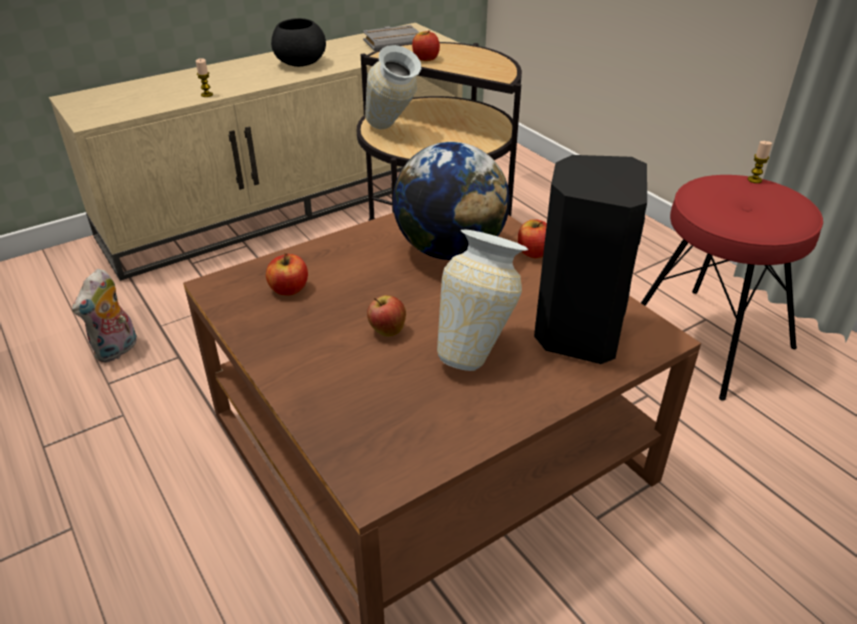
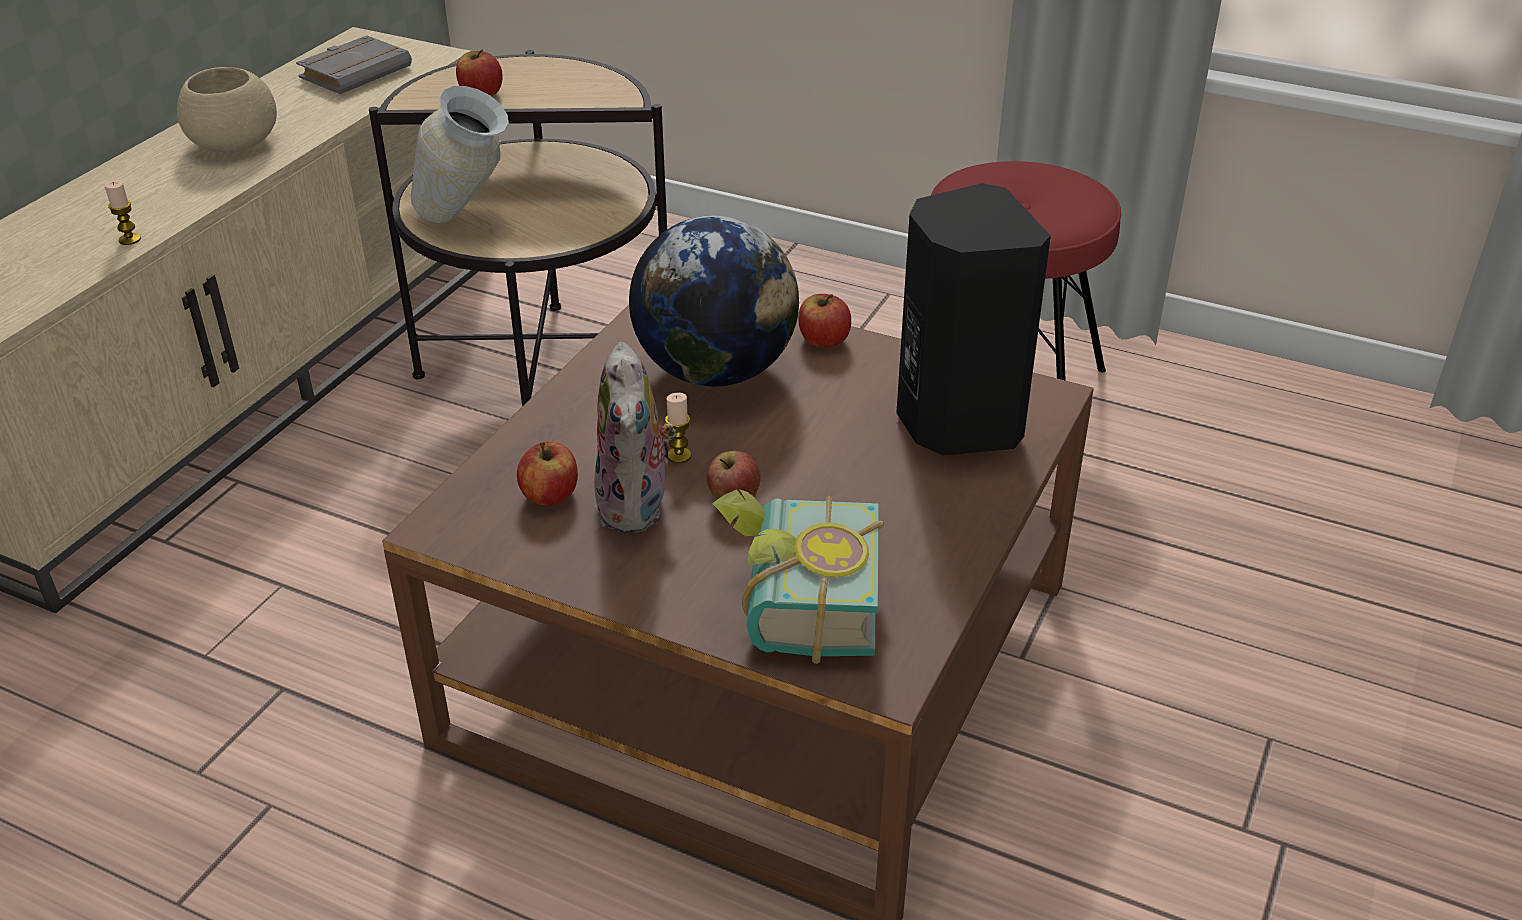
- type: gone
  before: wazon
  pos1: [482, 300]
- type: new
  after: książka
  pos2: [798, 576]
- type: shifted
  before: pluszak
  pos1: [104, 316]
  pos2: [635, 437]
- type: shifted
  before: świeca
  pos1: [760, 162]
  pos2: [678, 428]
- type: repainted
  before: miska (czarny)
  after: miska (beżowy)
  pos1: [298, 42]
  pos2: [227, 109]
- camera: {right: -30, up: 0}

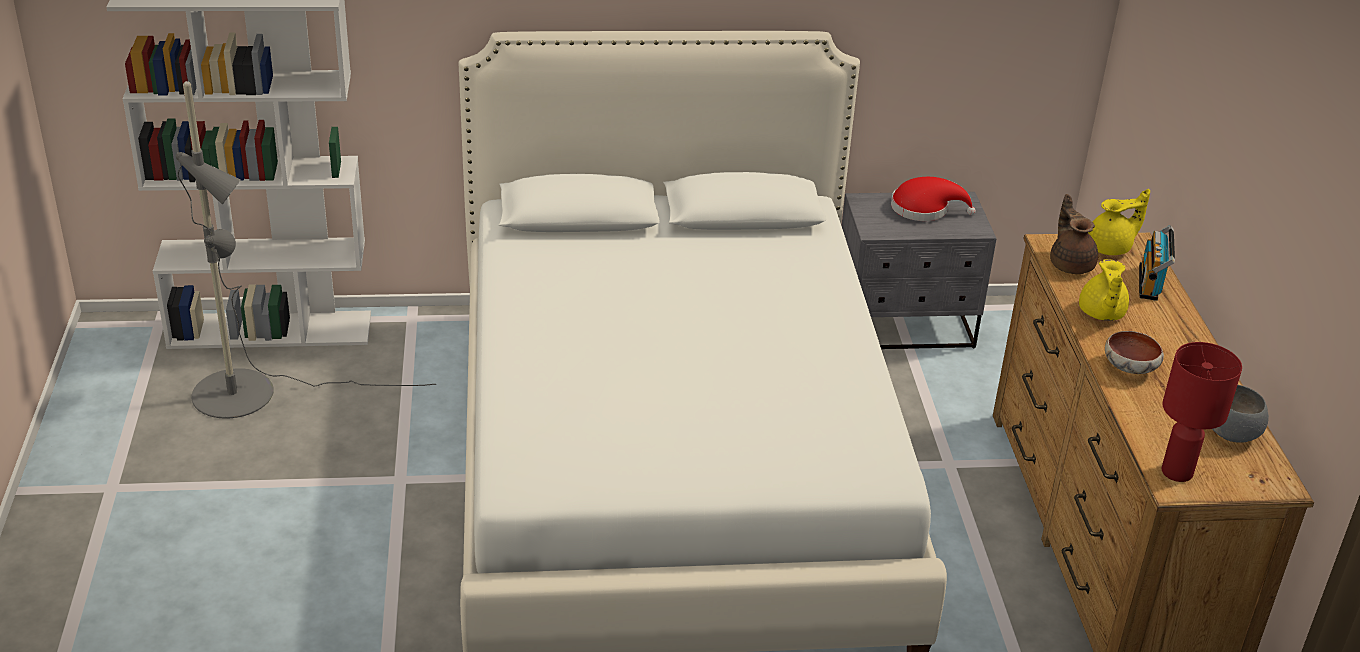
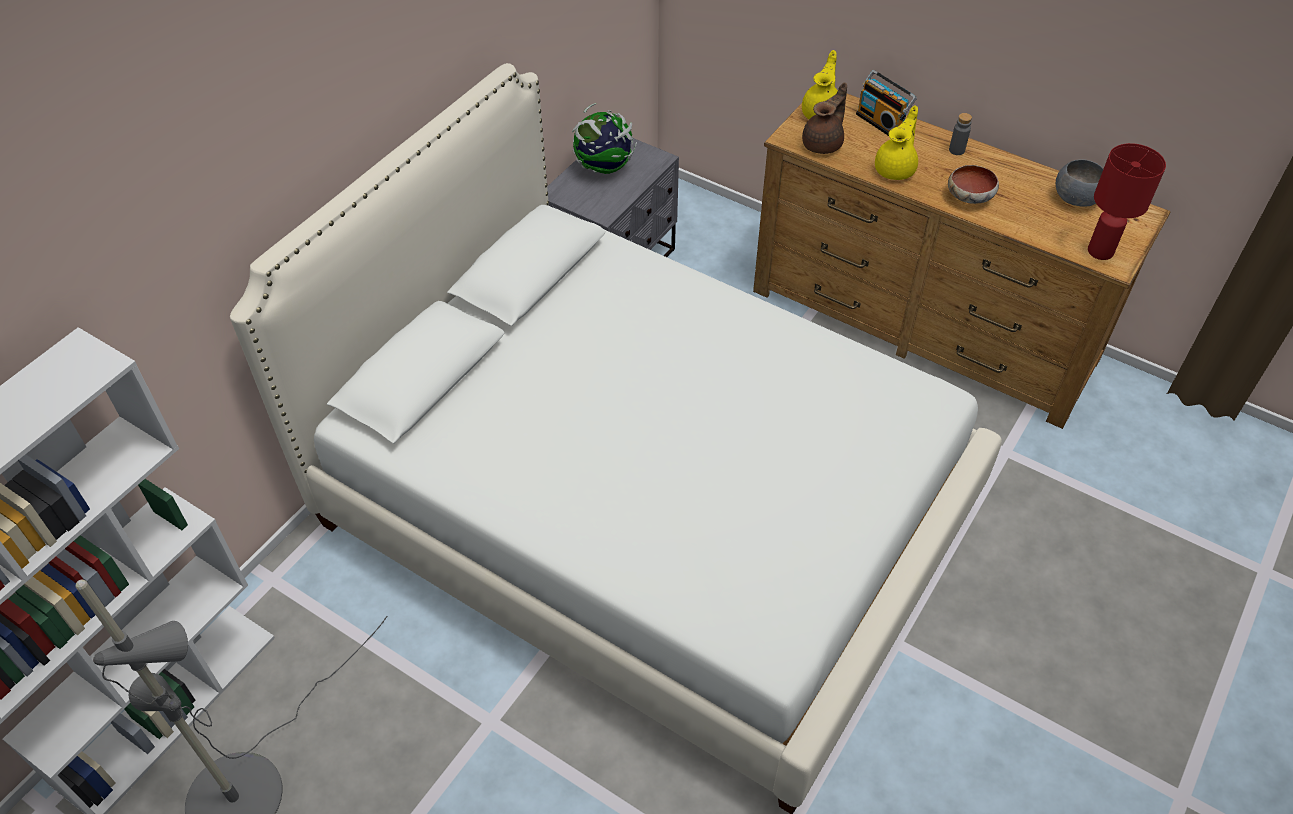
- type: new
  after: butelka (szary)
  pos2: [960, 134]
- type: swapped
  before: kapelusz (czerwony)
  after: globus
  pos1: [933, 199]
  pos2: [604, 138]
- type: rotated
  before: imbryk (brązowy)
  pos1: [1074, 234]
  pos2: [824, 118]
  turn: 105
- type: rotated
  before: imbryk (żółty)
  pos1: [1104, 290]
  pos2: [896, 142]
  turn: -105
- camera: {right: -50, up: 15}

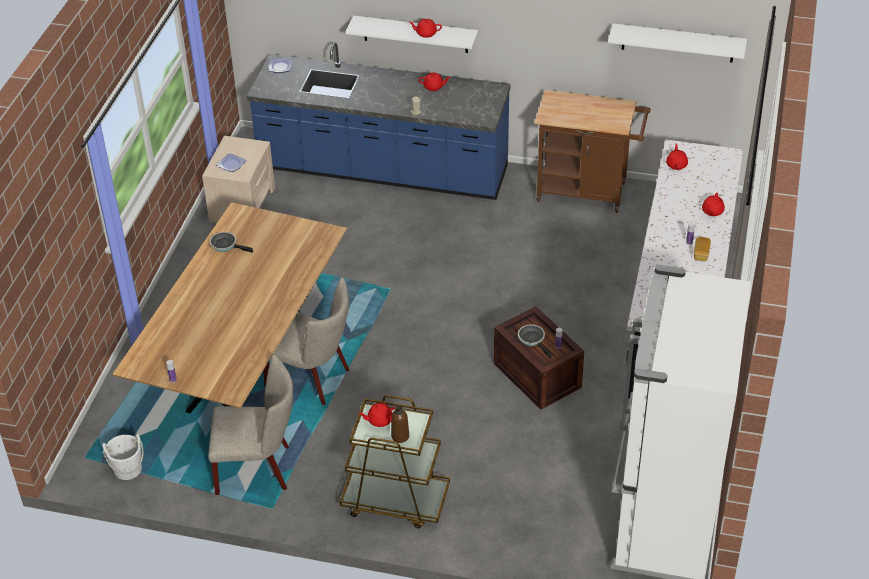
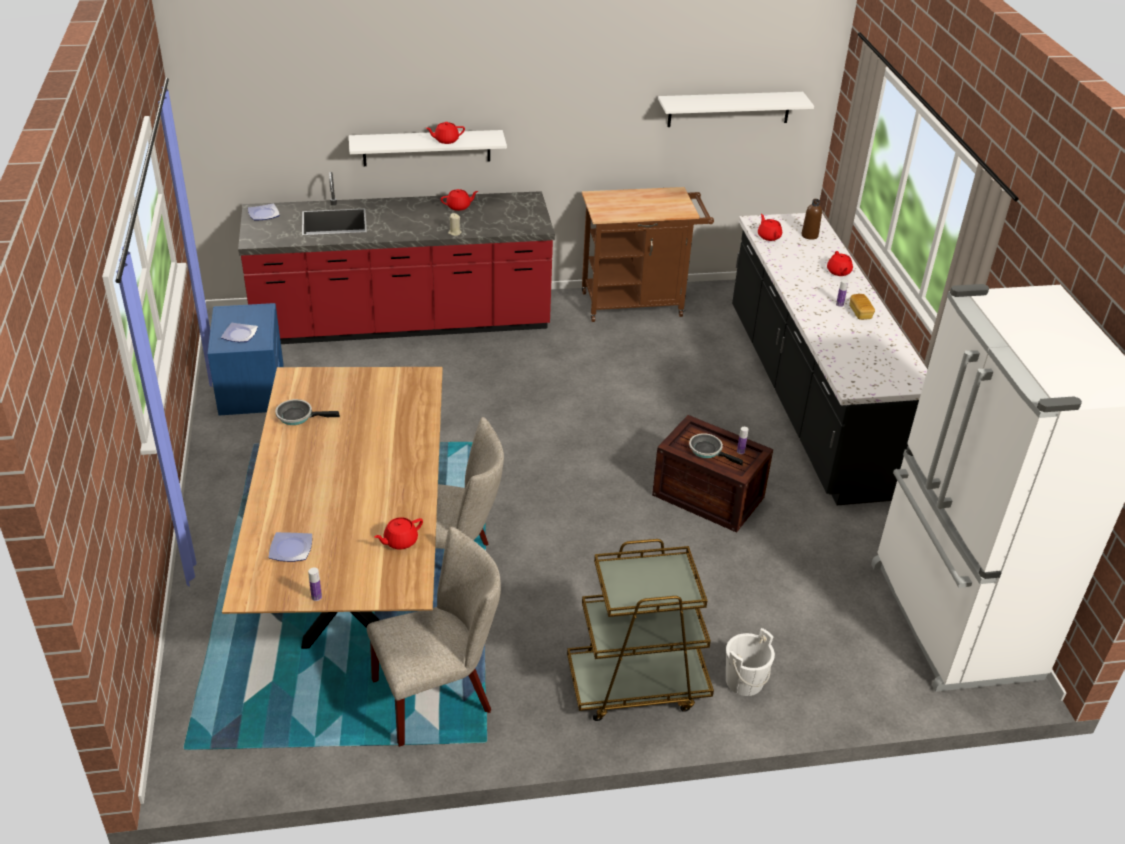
- type: new
  after: talerz
  pos2: [290, 547]
- type: shifted
  before: wiadro (biały)
  pos1: [123, 457]
  pos2: [750, 662]
- type: shifted
  before: imbryk (czerwony)
  pos1: [376, 415]
  pos2: [398, 533]
- type: shifted
  before: butelka (brązowy)
  pos1: [400, 424]
  pos2: [812, 219]
- type: repainted
  before: szafka nocna (beżowy)
  after: szafka nocna (niebieski)
  pos1: [238, 179]
  pos2: [245, 359]
- type: repainted
  before: zabudowa kuchenna (niebieski)
  after: zabudowa kuchenna (czerwony)
  pos1: [379, 121]
  pos2: [396, 258]
- camera: {right: -25, up: -5}

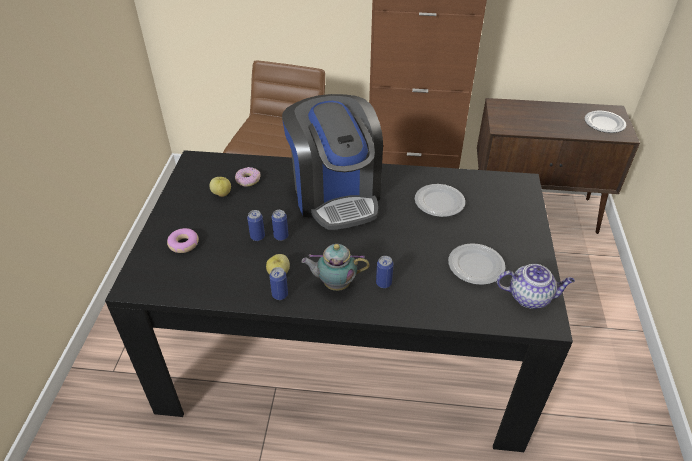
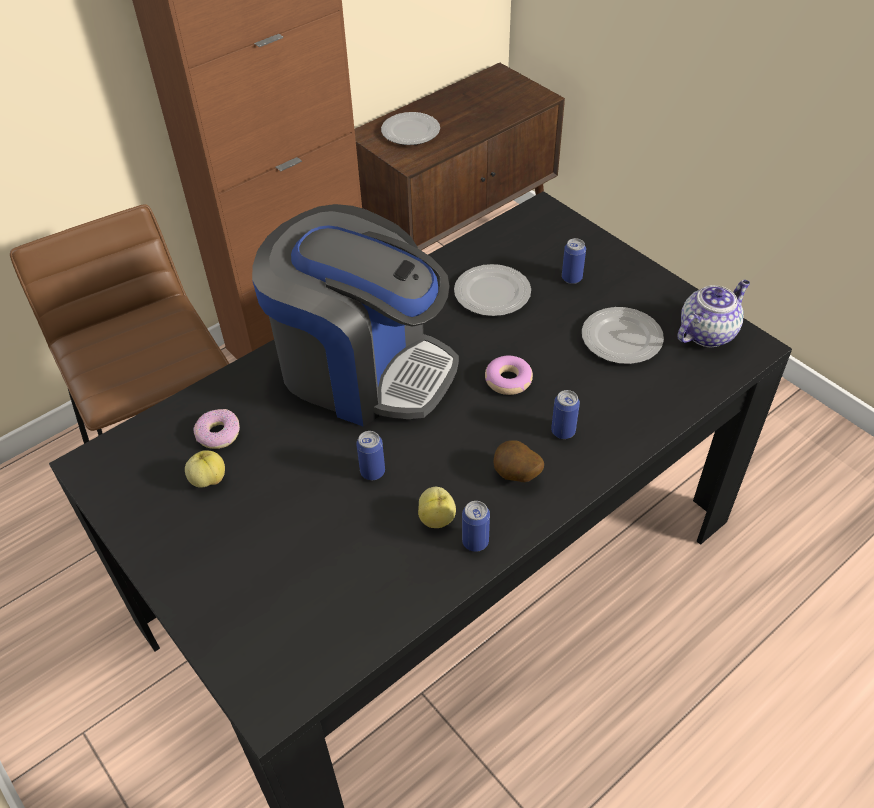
- type: shifted
  before: donut
  pos1: [183, 240]
  pos2: [509, 375]
- type: shifted
  before: puszka
  pos1: [256, 225]
  pos2: [574, 261]
- type: shifted
  before: talerz
  pos1: [605, 122]
  pos2: [410, 128]
- type: swapped
  before: imbryk
  after: ziemniak
  pos1: [335, 267]
  pos2: [518, 461]
- camera: {right: -45, up: 5}

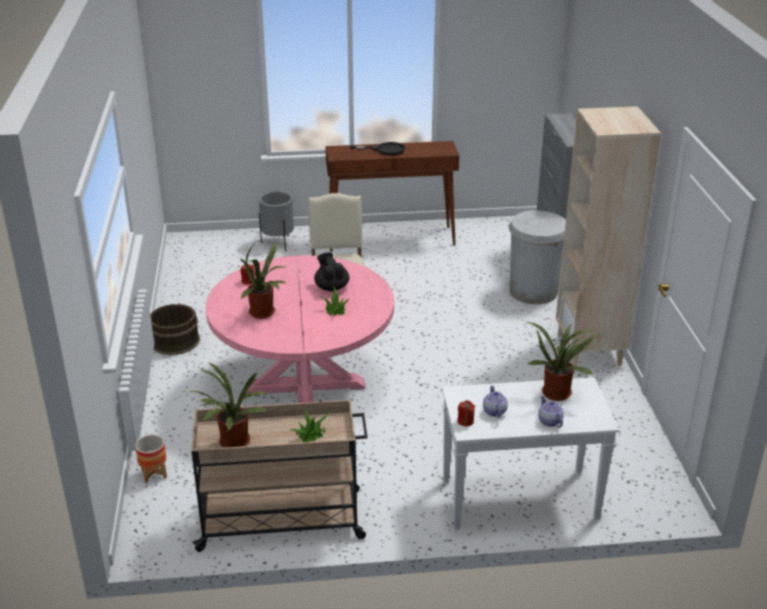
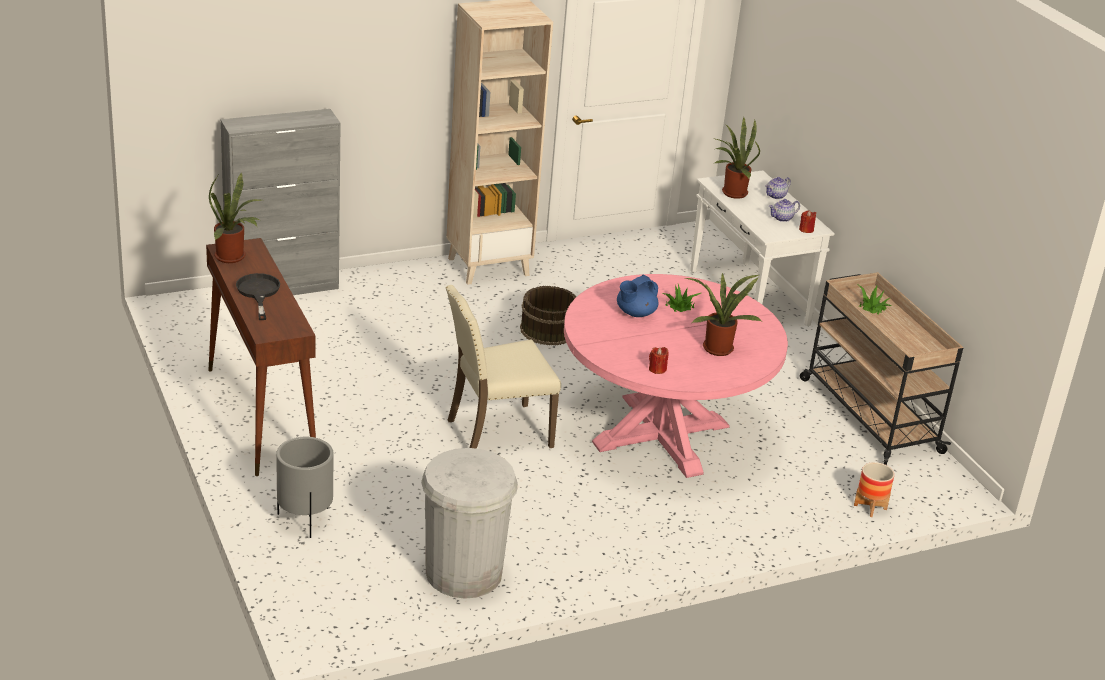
- type: shifted
  before: wiadro (brązowy)
  pos1: [175, 329]
  pos2: [548, 316]
- type: shifted
  before: roślina doniczkowa
  pos1: [228, 405]
  pos2: [235, 218]
- type: shifted
  before: kosz na śmieci (biały)
  pos1: [537, 257]
  pos2: [469, 523]
- type: repainted
  before: imbryk (czarny)
  after: imbryk (niebieski)
  pos1: [331, 271]
  pos2: [637, 296]
- camera: {right: -110, up: 0}

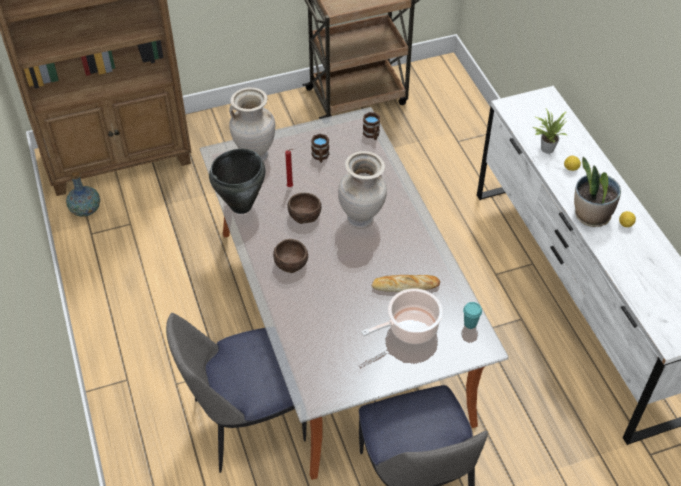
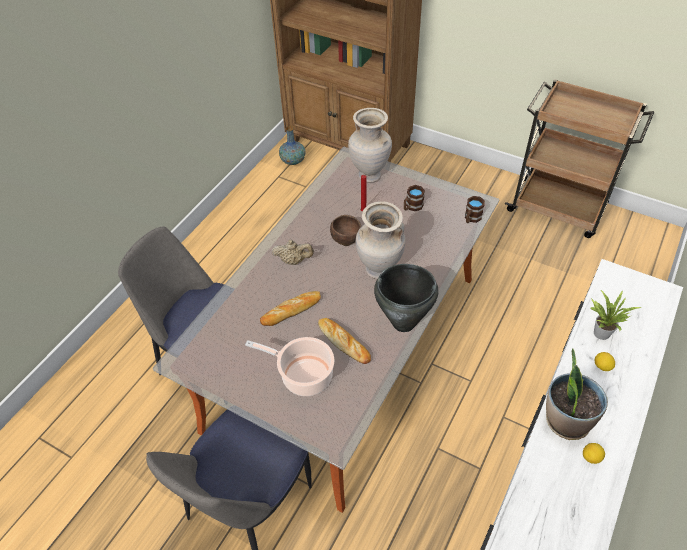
- type: gone
  before: filiżanka (turkusowy)
  pos1: [472, 315]
- type: new
  after: chleb
  pos2: [290, 308]
- type: shifted
  before: garnek (czarny)
  pos1: [237, 181]
  pos2: [406, 298]
- type: swapped
  before: miska (brązowy)
  after: imbryk (beżowy)
  pos1: [290, 256]
  pos2: [293, 252]
- camera: {right: 50, up: 0}

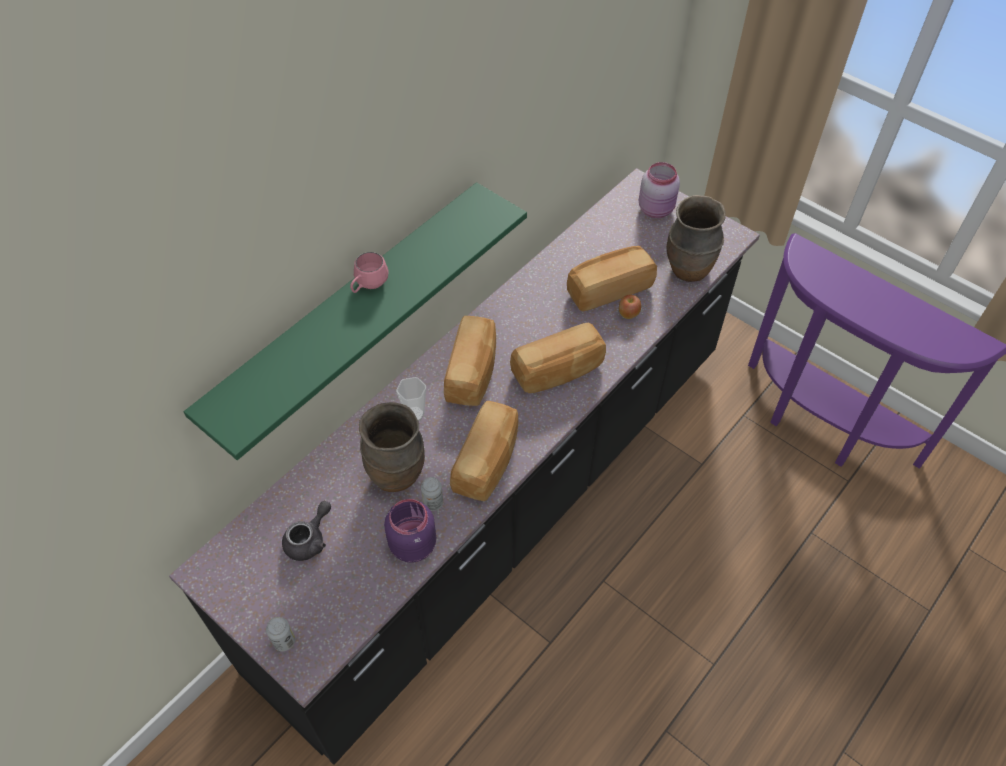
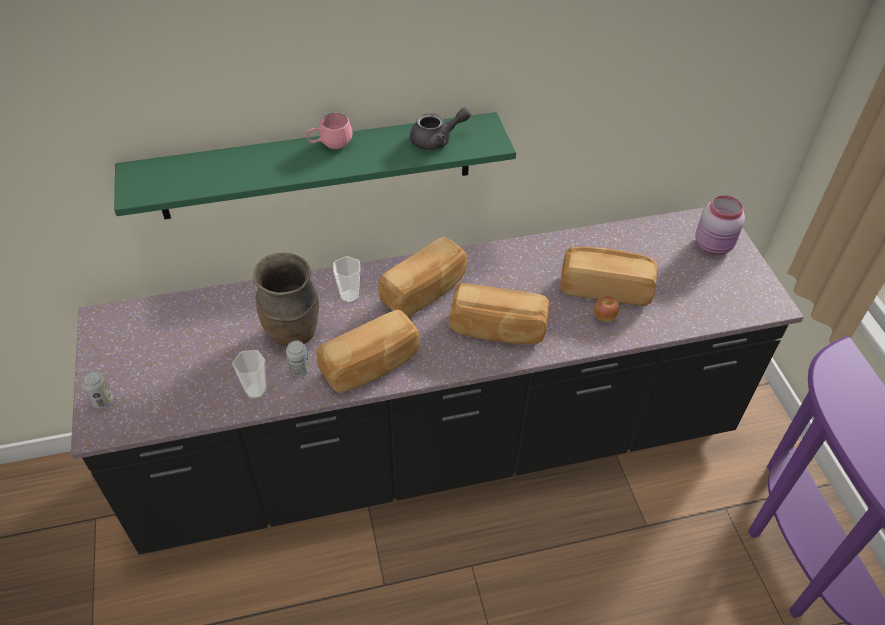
- type: gone
  before: wazon (brązowy)
  pos1: [696, 238]
- type: shifted
  before: imbryk (szary)
  pos1: [306, 531]
  pos2: [440, 128]
- type: swapped
  before: słoik (fioletowy)
  after: filiżanka
  pos1: [410, 531]
  pos2: [249, 374]
- camera: {right: 35, up: -5}

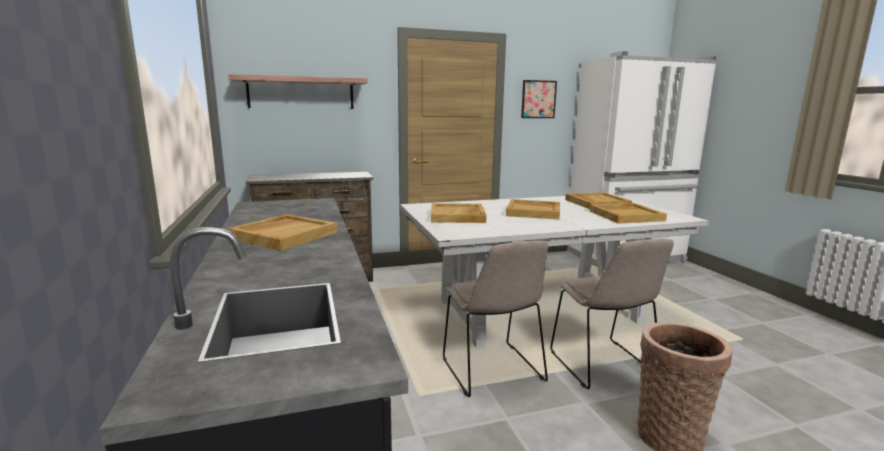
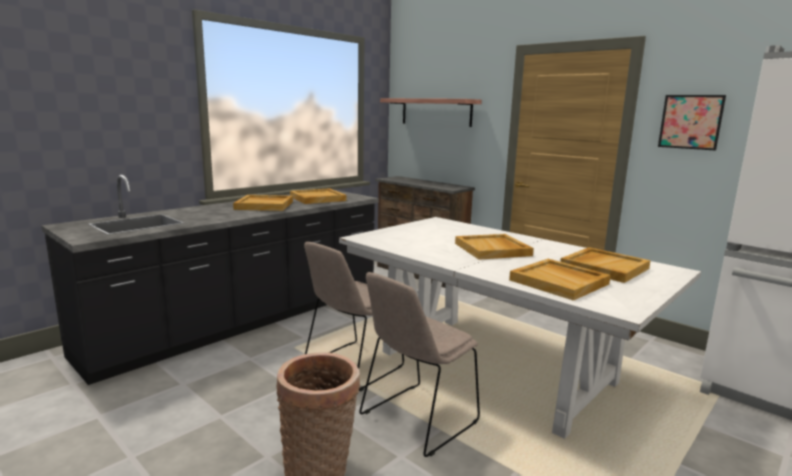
- type: shifted
  before: taca (beżowy)
  pos1: [459, 213]
  pos2: [318, 196]
- camera: {right: 60, up: 0}

